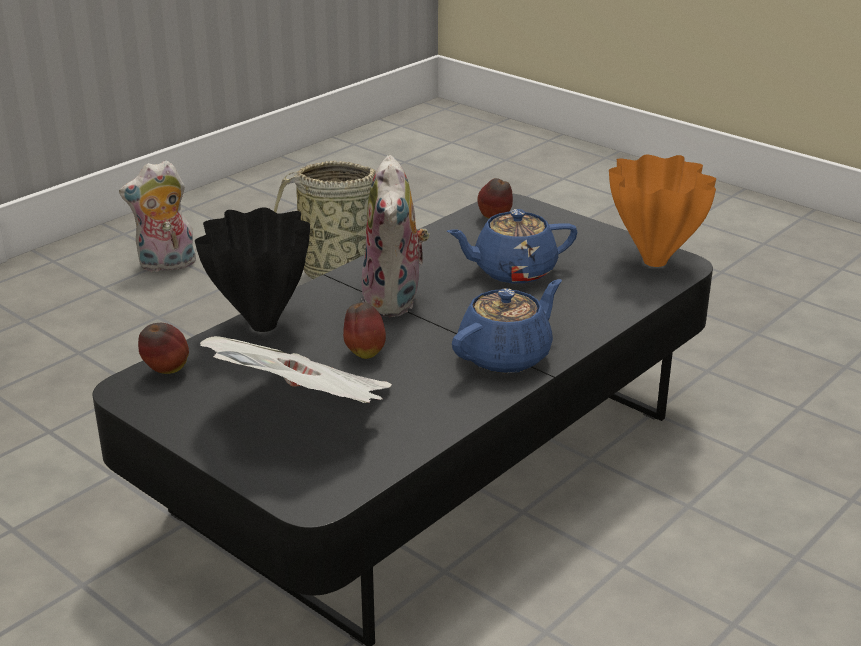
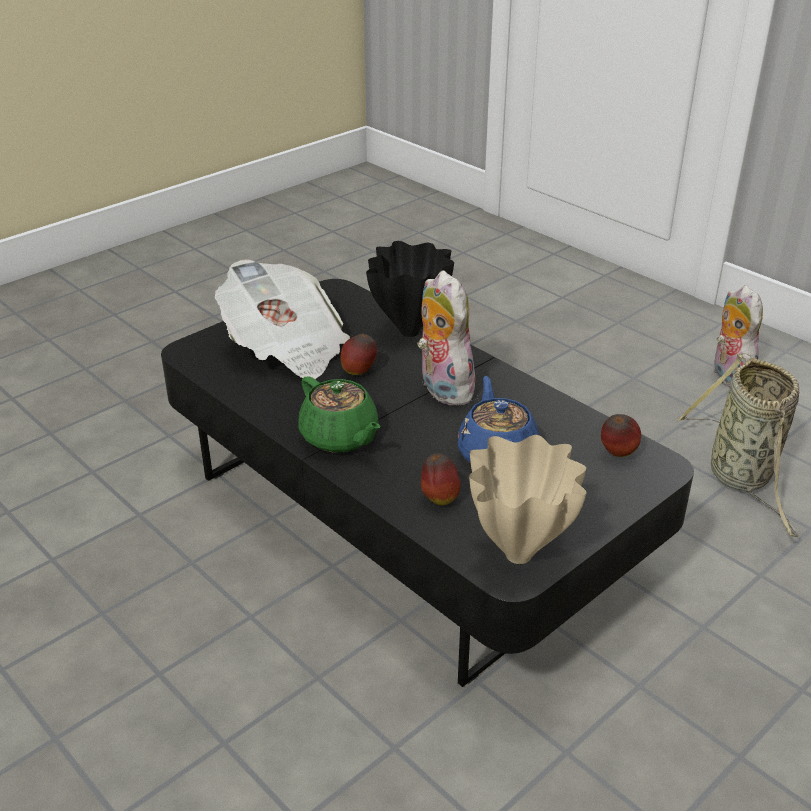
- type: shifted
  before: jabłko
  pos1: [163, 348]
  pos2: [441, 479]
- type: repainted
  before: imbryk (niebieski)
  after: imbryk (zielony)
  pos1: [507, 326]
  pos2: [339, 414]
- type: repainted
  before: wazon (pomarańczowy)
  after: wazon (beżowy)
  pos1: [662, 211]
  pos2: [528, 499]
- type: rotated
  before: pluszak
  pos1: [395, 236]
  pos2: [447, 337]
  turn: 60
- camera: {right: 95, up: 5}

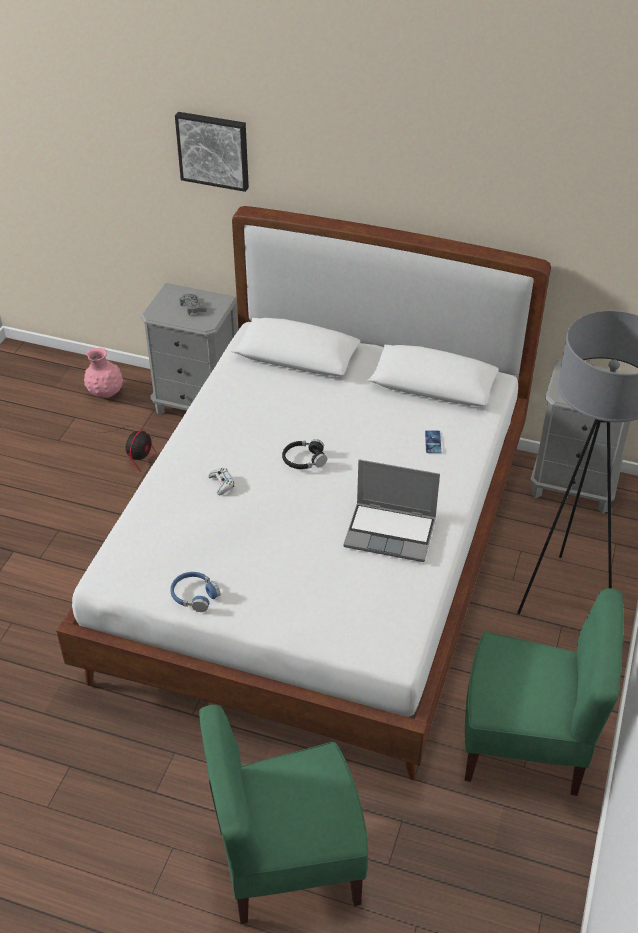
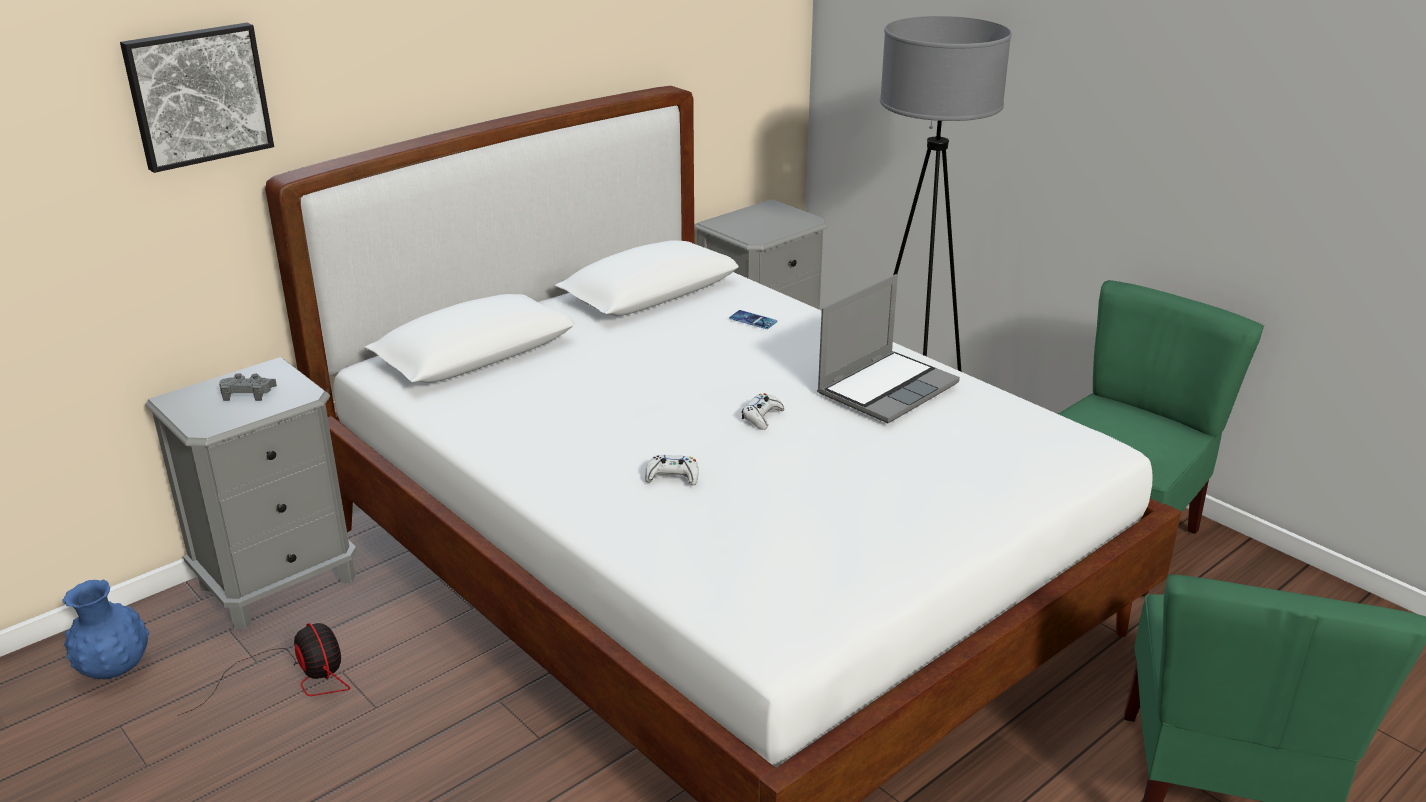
- type: gone
  before: słuchawki (niebieski)
  pos1: [195, 592]
- type: gone
  before: słuchawki (czarny)
  pos1: [304, 454]
- type: new
  after: pad do gier (biały)
  pos2: [763, 411]
- type: repainted
  before: wazon (różowy)
  after: wazon (niebieski)
  pos1: [103, 373]
  pos2: [105, 629]
- camera: {right: -60, up: -15}

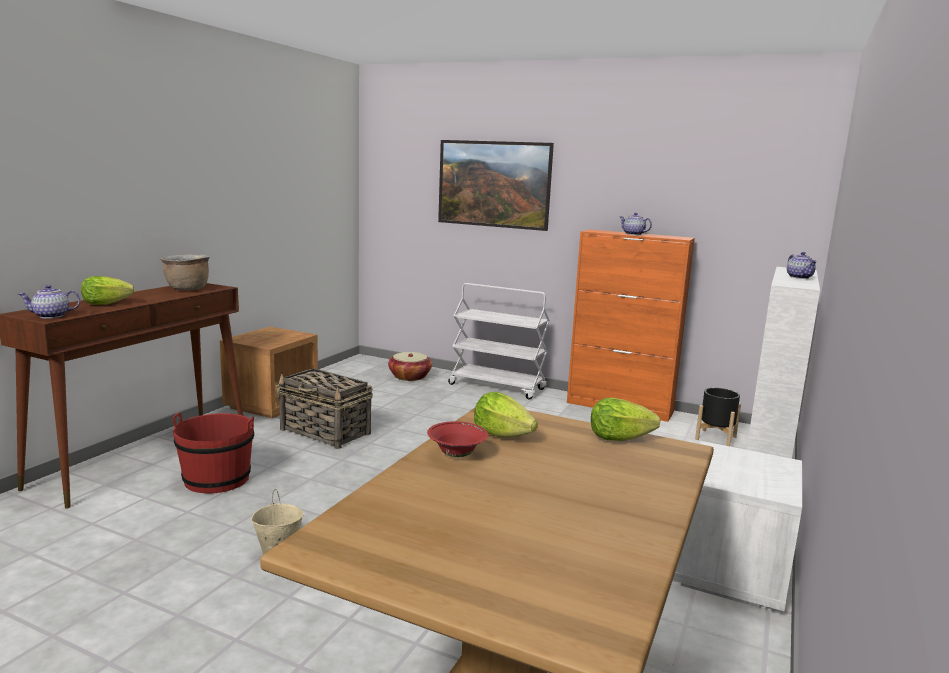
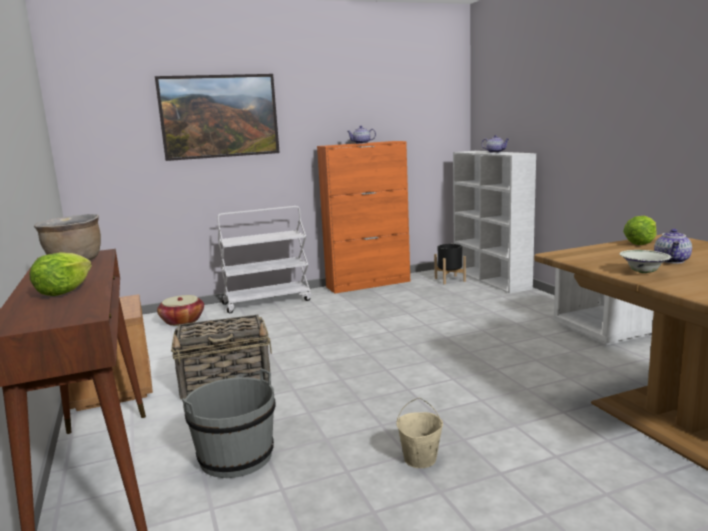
- type: gone
  before: sałata
  pos1: [506, 414]
- type: shifted
  before: imbryk
  pos1: [49, 302]
  pos2: [673, 246]
- type: repainted
  before: wiadro (czerwony)
  after: wiadro (szary)
  pos1: [213, 452]
  pos2: [228, 423]
- type: repainted
  before: miska (czerwony)
  after: miska (biały)
  pos1: [457, 439]
  pos2: [645, 261]
- camera: {right: -45, up: 0}

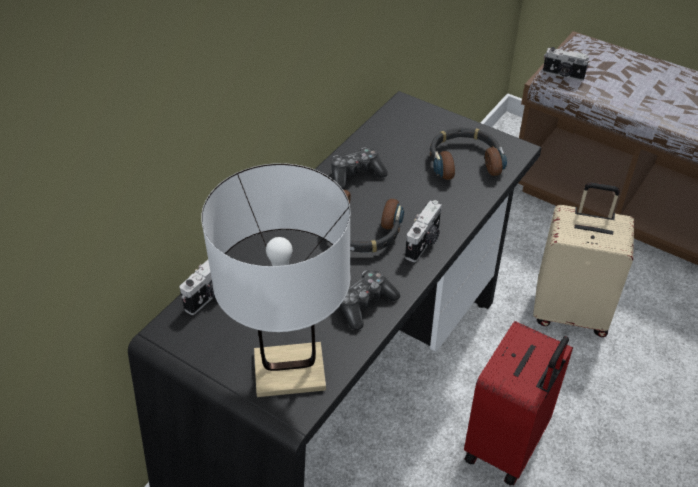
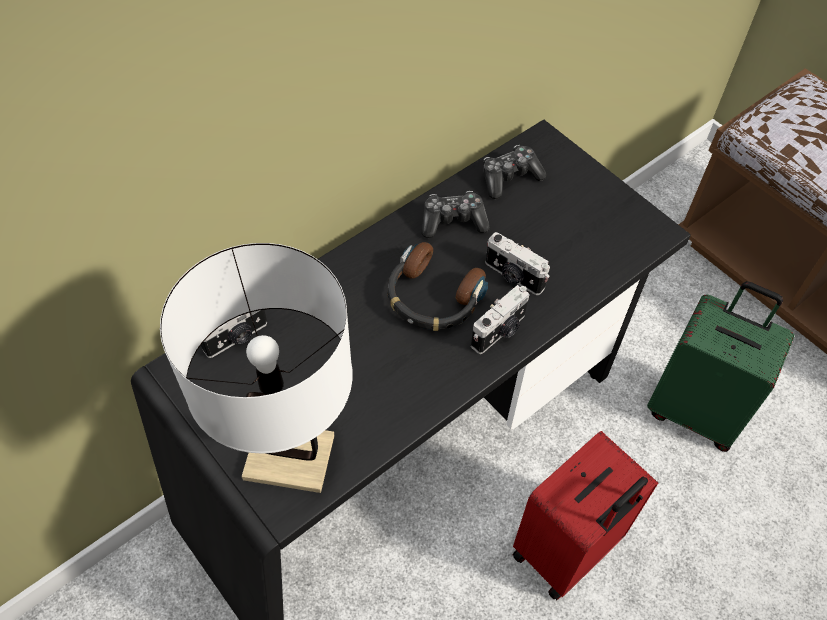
- type: gone
  before: słuchawki
  pos1: [468, 154]
- type: shifted
  before: pad do gier
  pos1: [370, 300]
  pos2: [515, 172]
- type: shifted
  before: aparat fotograficzny
  pos1: [566, 64]
  pos2: [517, 263]
- type: repainted
  before: walizka (beżowy)
  after: walizka (zielony)
  pos1: [583, 259]
  pos2: [720, 366]
- camera: {right: 15, up: 10}

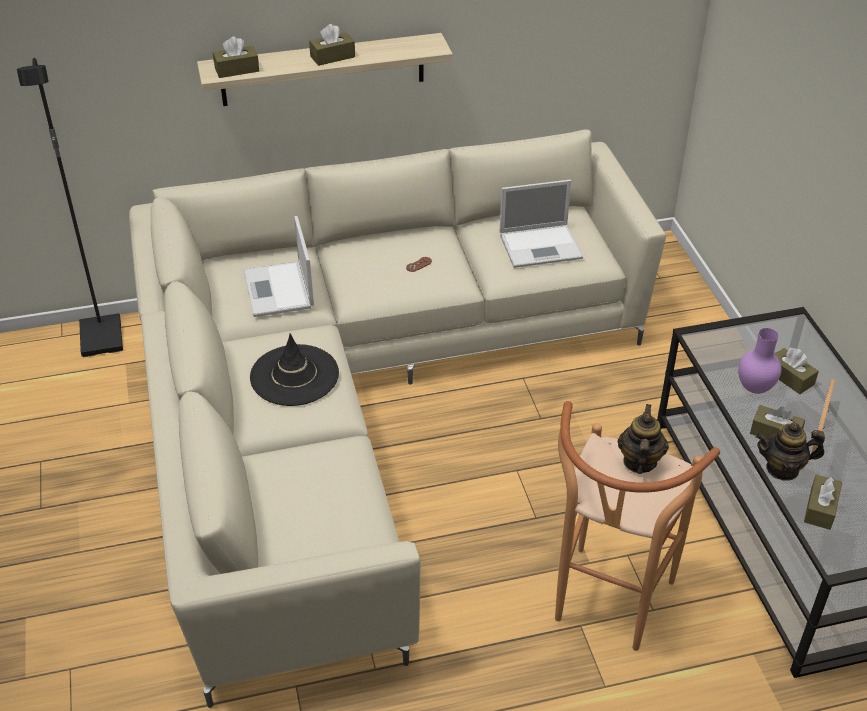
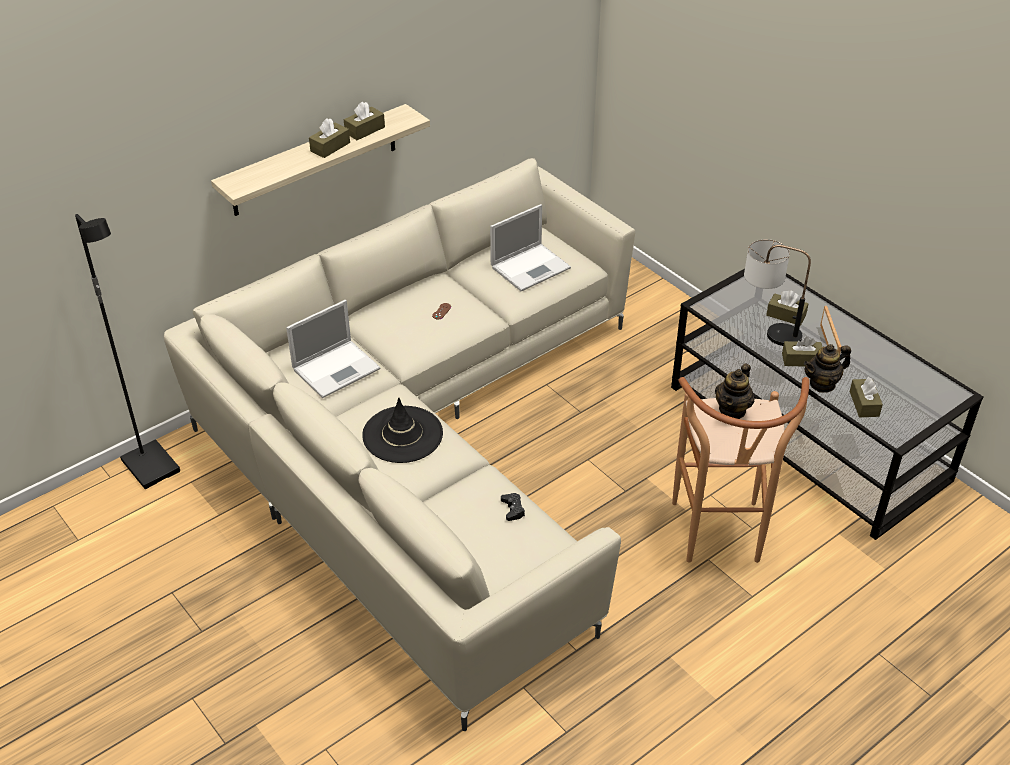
- type: new
  after: pad do gier (czarny)
  pos2: [513, 507]
- type: shifted
  before: pudełko chusteczek (brązowy)
  pos1: [236, 57]
  pos2: [364, 121]
- type: swapped
  before: wazon (fioletowy)
  after: lampa stołowa
  pos1: [759, 361]
  pos2: [777, 292]
- type: rotated
  before: laptop
  pos1: [279, 266]
  pos2: [333, 349]
  turn: -90
- type: rotated
  before: imbryk
  pos1: [643, 439]
  pos2: [734, 391]
  turn: -135
- camera: {right: -25, up: 0}

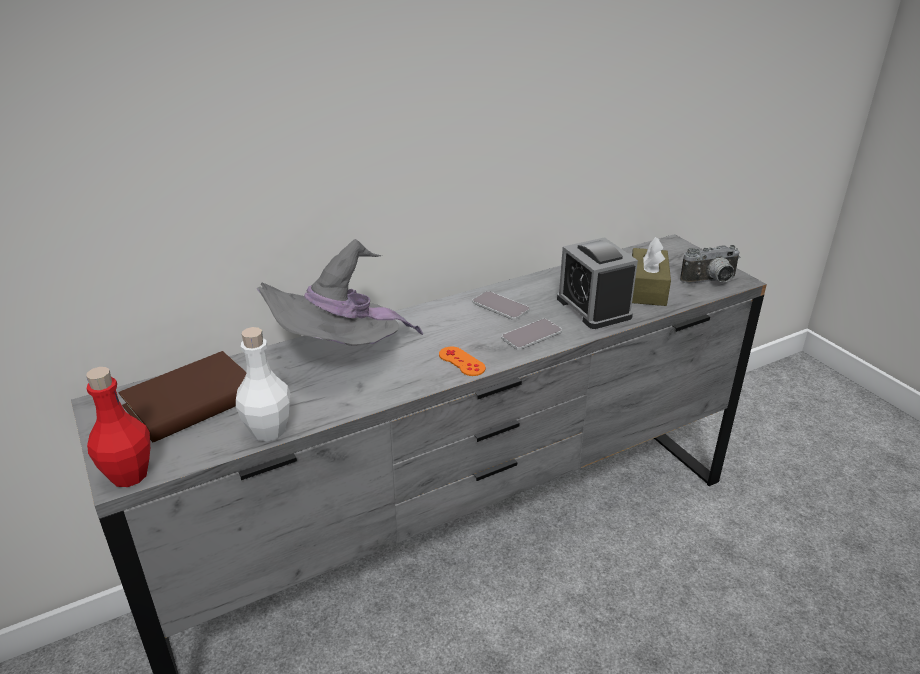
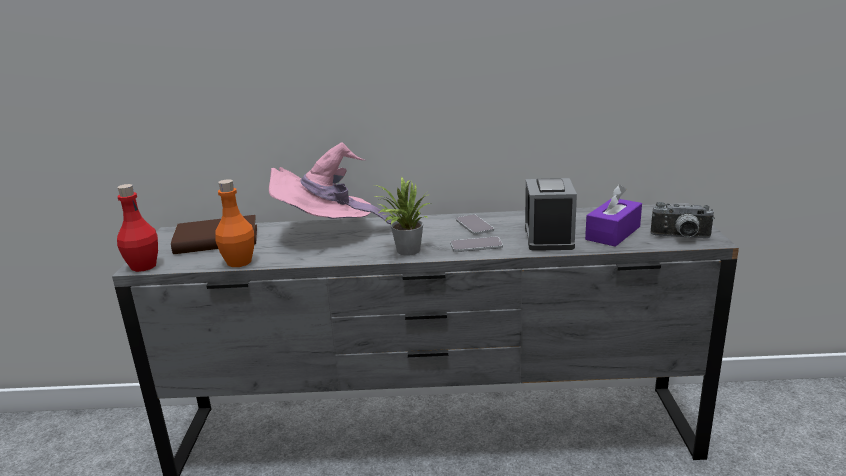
- type: swapped
  before: pad do gier (pomarańczowy)
  after: roślina doniczkowa
  pos1: [462, 361]
  pos2: [402, 216]
- type: repainted
  before: butelka (biały)
  after: butelka (pomarańczowy)
  pos1: [263, 384]
  pos2: [234, 223]
- type: repainted
  before: kapelusz (szary)
  after: kapelusz (różowy)
  pos1: [340, 292]
  pos2: [330, 183]
- type: repainted
  before: pudełko chusteczek (brązowy)
  after: pudełko chusteczek (fioletowy)
  pos1: [651, 271]
  pos2: [613, 216]
- camera: {right: 30, up: -10}

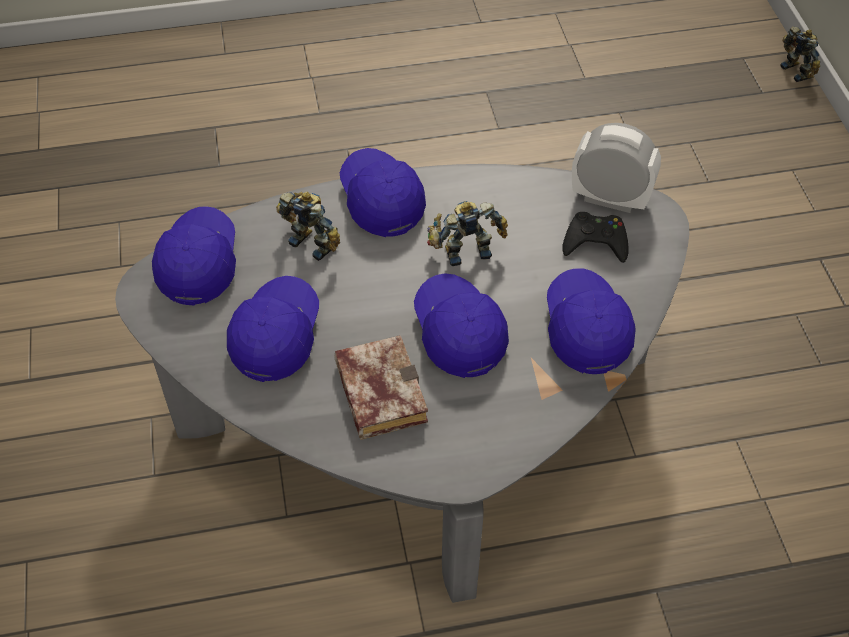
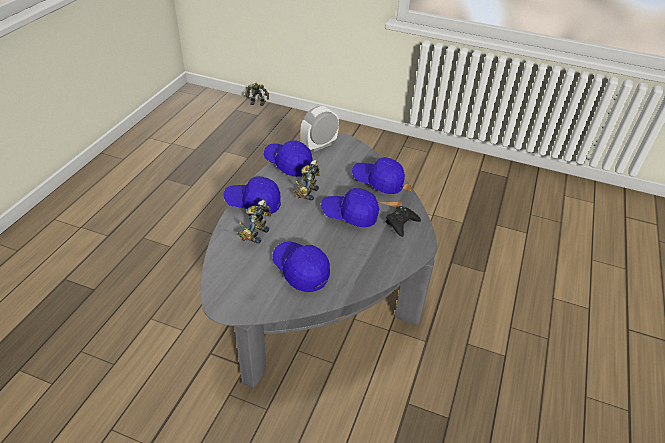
- type: gone
  before: książka
  pos1: [381, 387]
- type: shifted
  before: czapka z daszkiem (niebieski)
  pos1: [194, 256]
  pos2: [288, 158]
- type: shifted
  before: pad do gier (czarny)
  pos1: [595, 237]
  pos2: [403, 221]
- type: rotated
  before: robot zabawkowy
  pos1: [308, 226]
  pos2: [254, 222]
  turn: -45
- camera: {right: -60, up: -10}

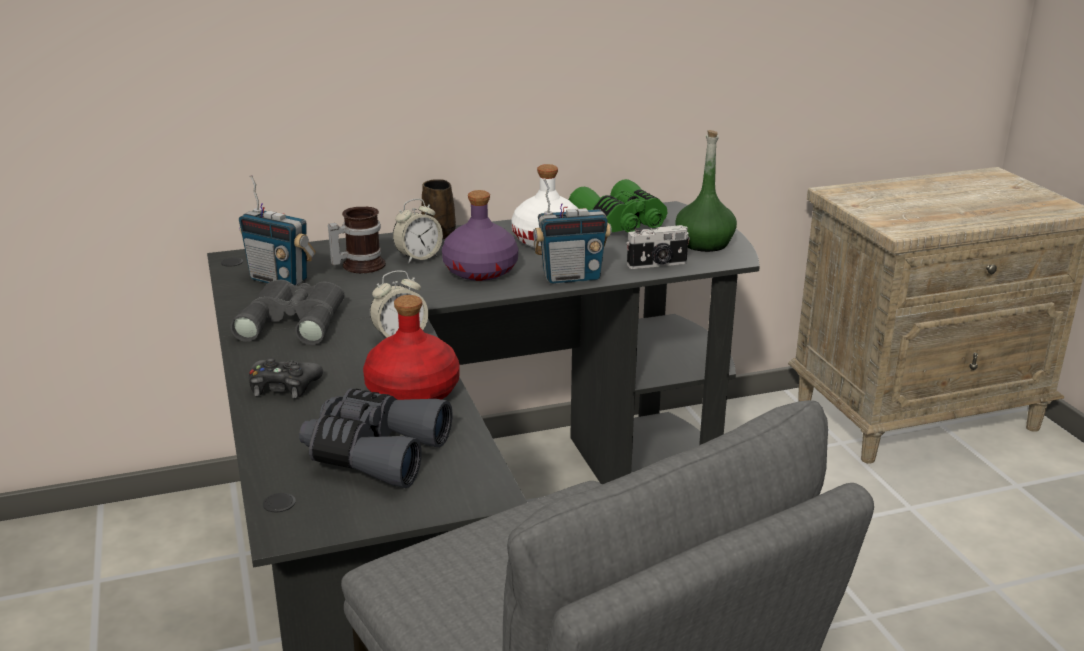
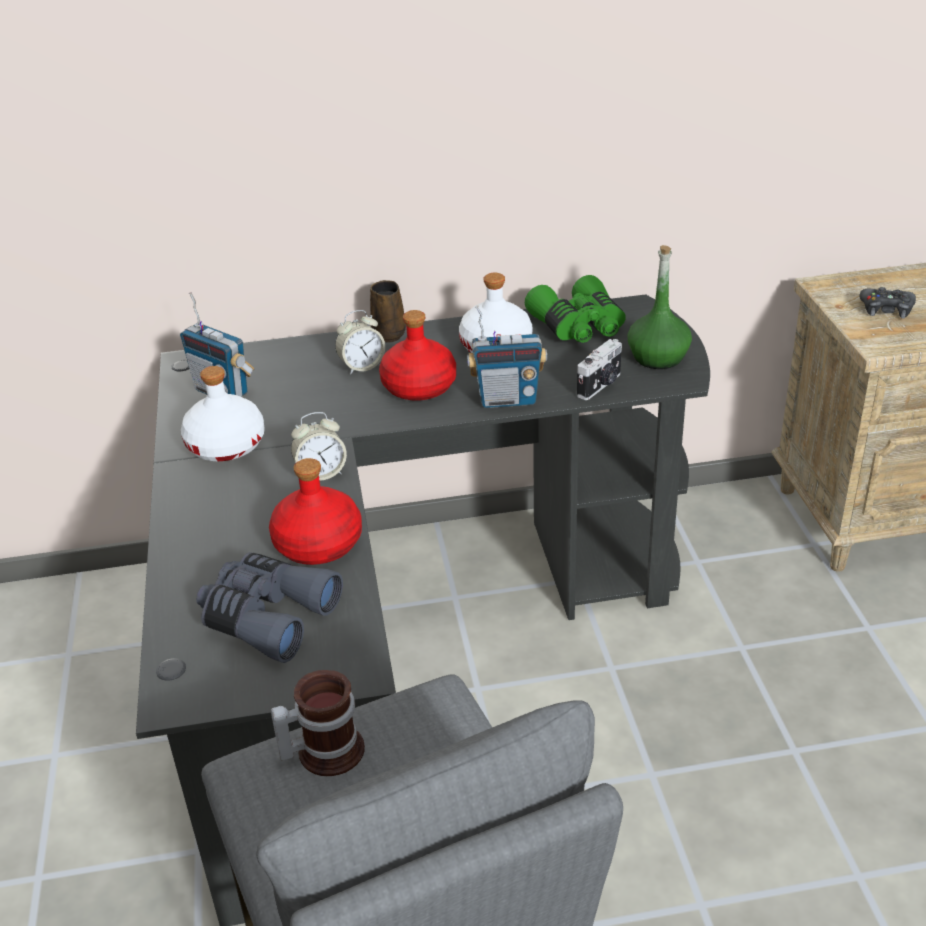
- type: shifted
  before: pad do gier (czarny)
  pos1: [286, 378]
  pos2: [888, 302]
- type: shifted
  before: kubek
  pos1: [357, 240]
  pos2: [318, 723]
- type: swapped
  before: lornetka (szary)
  after: butelka (biały)
  pos1: [287, 312]
  pos2: [223, 413]
- type: repainted
  before: butelka (fioletowy)
  after: butelka (czerwony)
  pos1: [480, 235]
  pos2: [417, 355]
- type: rotated
  before: aparat fotograficzny
  pos1: [658, 247]
  pos2: [599, 369]
  turn: -45
- camera: {right: 10, up: 10}

